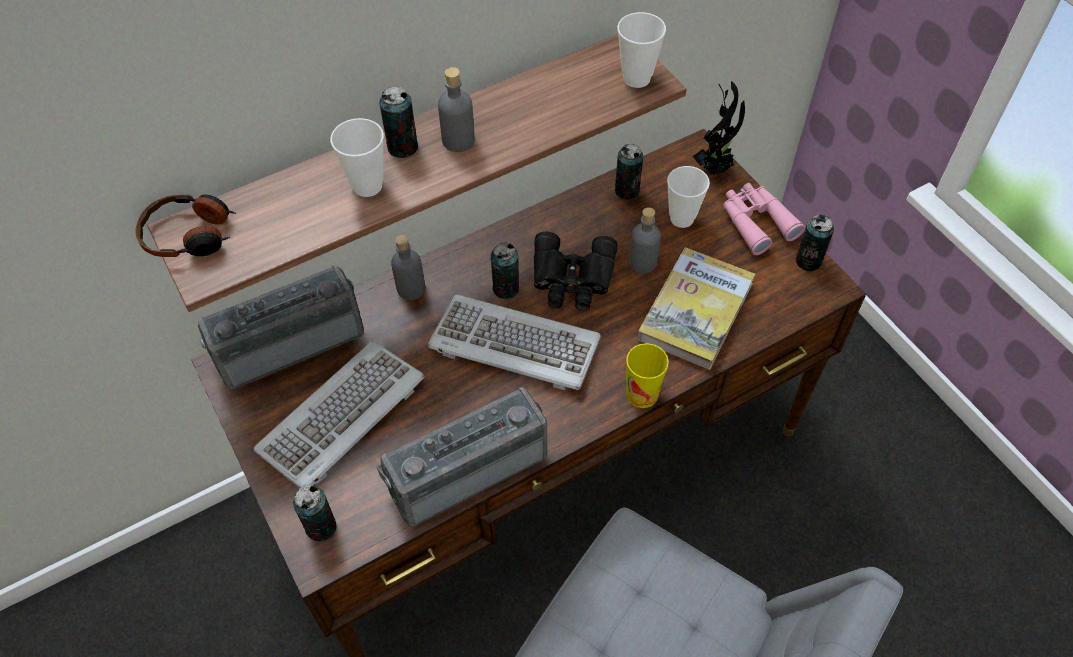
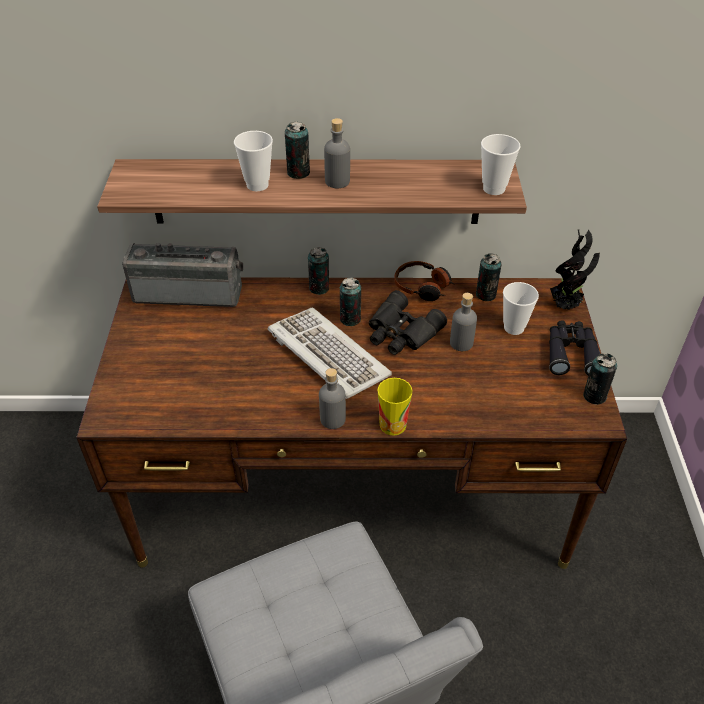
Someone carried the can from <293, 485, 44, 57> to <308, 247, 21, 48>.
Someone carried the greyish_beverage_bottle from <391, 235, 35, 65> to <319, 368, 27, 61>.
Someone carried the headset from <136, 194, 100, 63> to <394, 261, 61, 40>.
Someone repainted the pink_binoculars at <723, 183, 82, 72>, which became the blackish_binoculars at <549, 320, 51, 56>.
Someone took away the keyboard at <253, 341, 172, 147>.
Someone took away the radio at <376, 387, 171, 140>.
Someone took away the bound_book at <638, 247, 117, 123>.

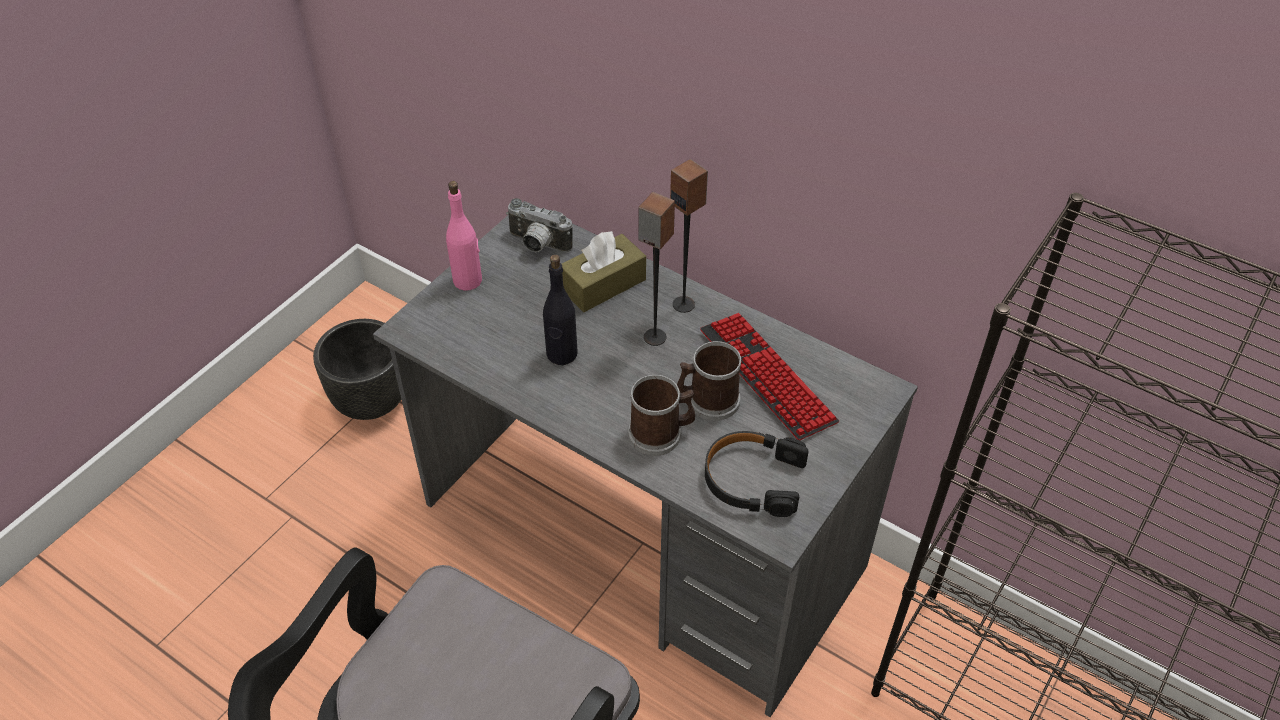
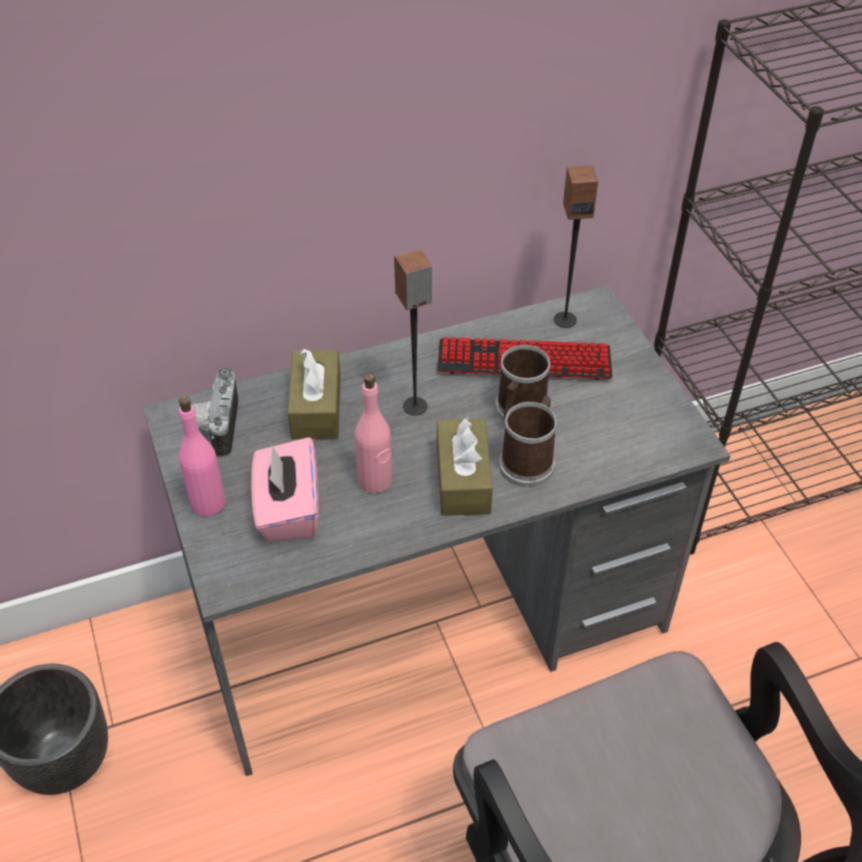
Someone rotated the photo_camera at <506, 198, 67, 55> by 120 degrees clockwise.
Someone put down the pink_box_of_tissues at <251, 437, 68, 104>.
Someone repainted the blackish_beverage_bottle at <543, 254, 35, 111>, which became the pink_beverage_bottle at <355, 373, 37, 120>.
Someone put down the brown_box_of_tissues at <437, 417, 56, 99>.
Someone carried the loudspeaker from <670, 159, 38, 154> to <554, 165, 44, 163>.
Someone took away the blackish_headset at <705, 431, 104, 86>.

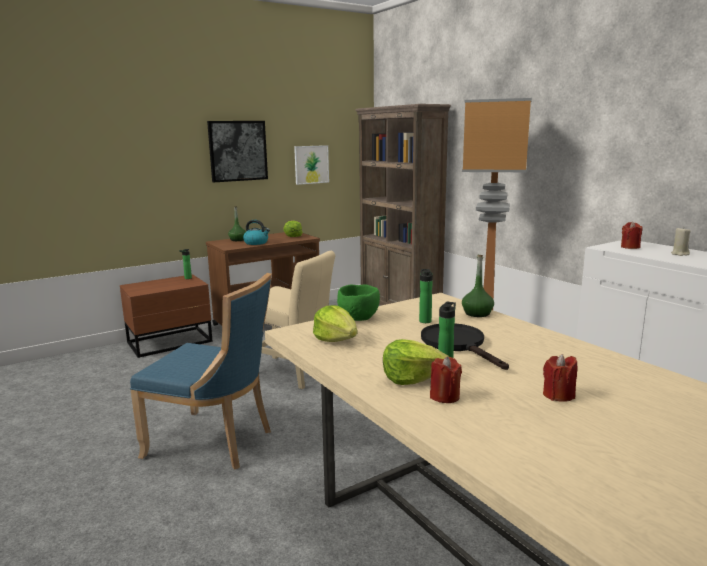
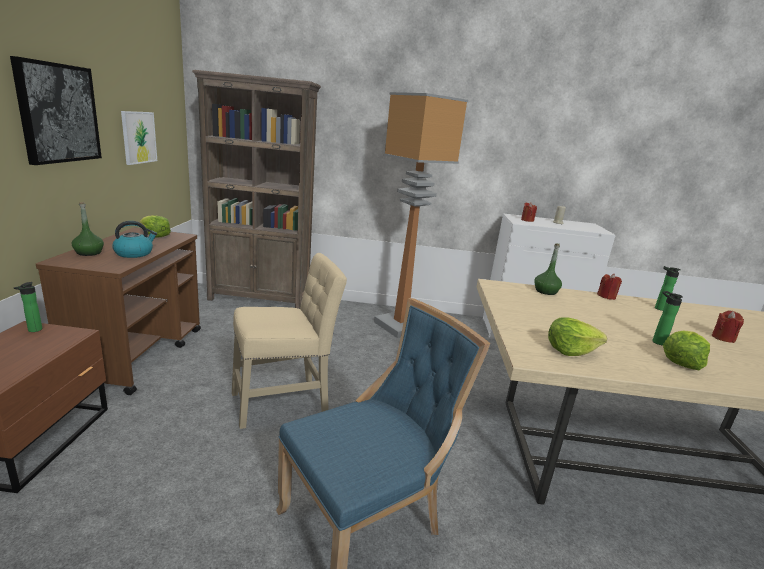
Someone carried the reddish_wax_light from <430, 357, 32, 46> to <597, 274, 25, 26>.
Someone carried the beverage_bottle from <419, 269, 14, 54> to <655, 266, 25, 45>.
Someone took away the greenish_serving_bowl at <337, 284, 43, 37>.
Someone took away the blackish_frying_pan at <421, 323, 88, 47>.

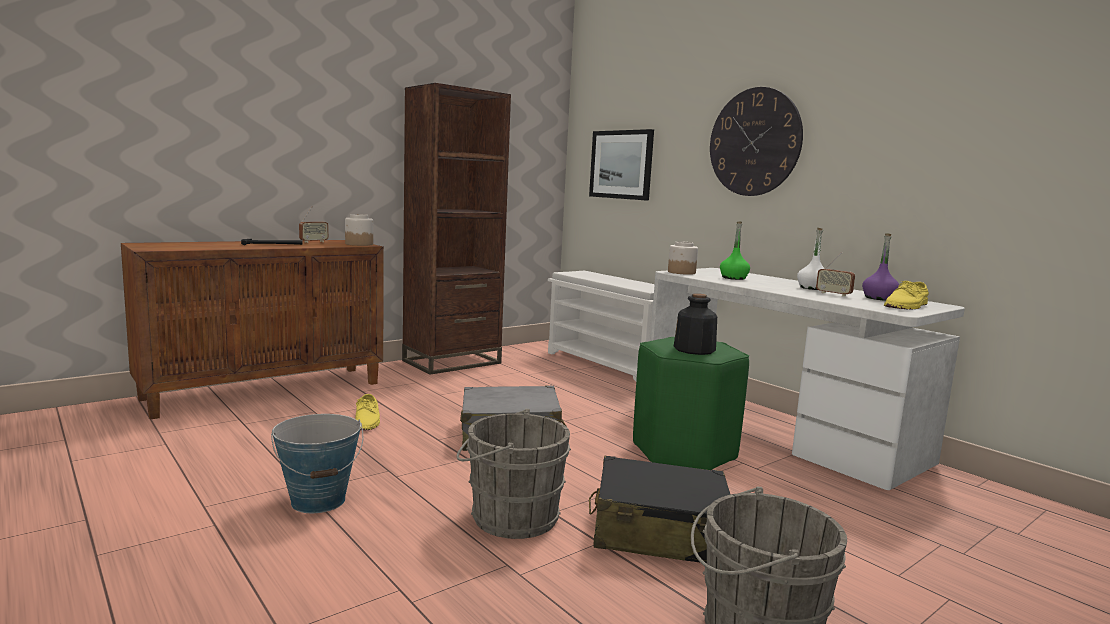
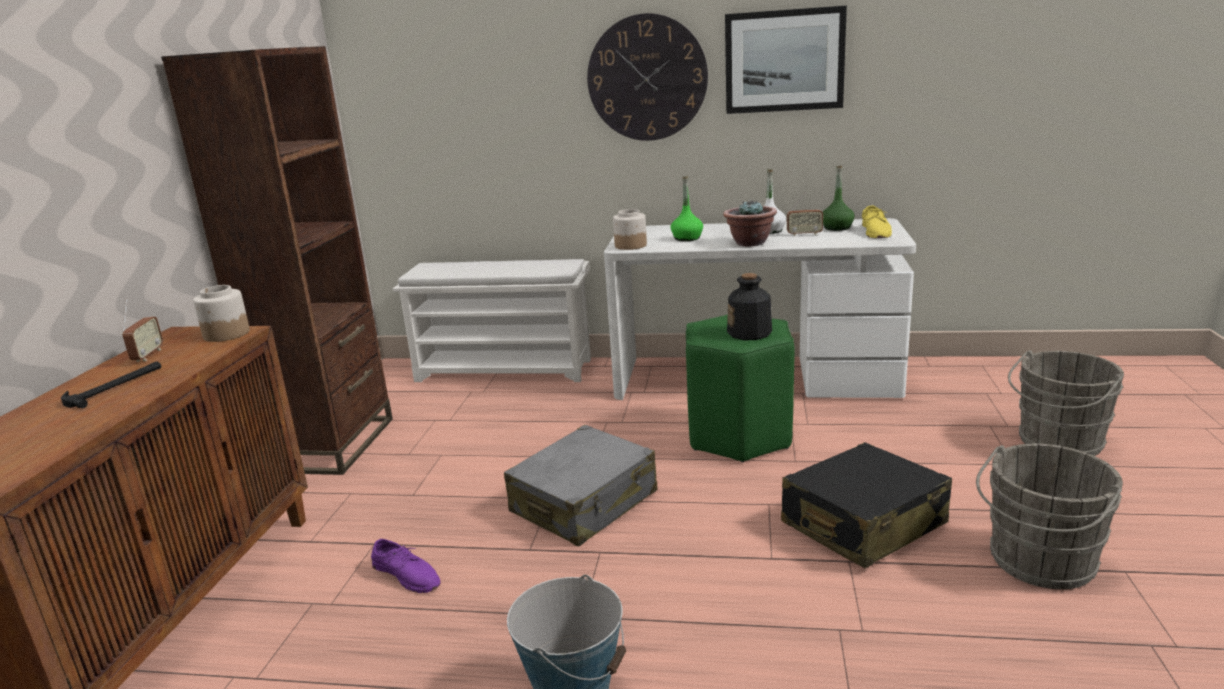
Someone repainted the yellowish_low_shoe at <355, 394, 25, 37>, which became the purple_low_shoe at <371, 539, 69, 54>.
Someone put down the potted_plant at <723, 199, 54, 47>.
Someone carried the wall_picture from <589, 129, 65, 72> to <725, 6, 122, 108>.
Someone repainted the purple_beverage_bottle at <862, 233, 37, 68>, which became the greenish_beverage_bottle at <823, 166, 32, 65>.
Someone carried the greyish_water_bucket from <457, 409, 114, 130> to <1008, 350, 116, 106>.

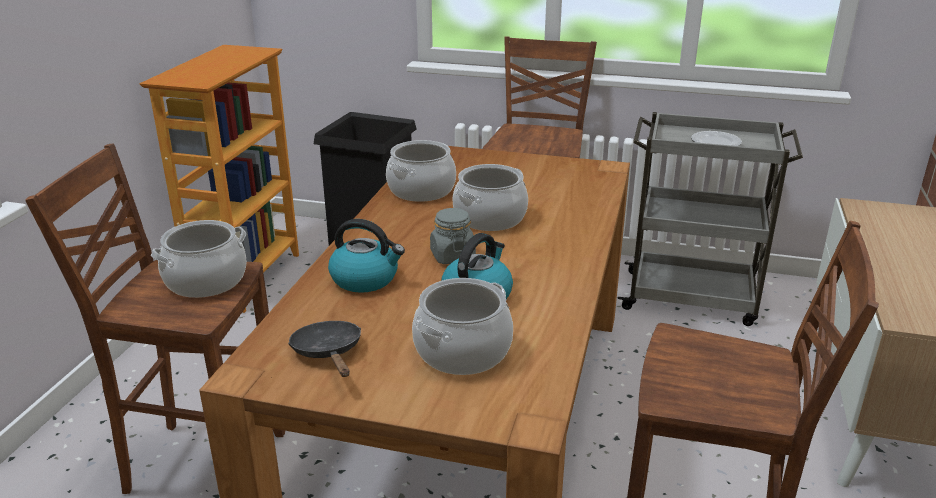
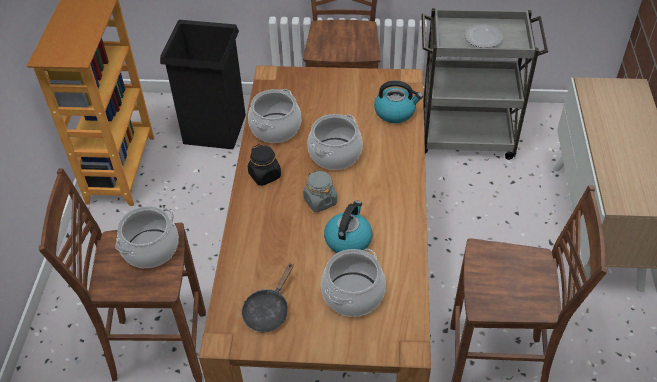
Someone rotated the blackish_frying_pan at <288, 321, 73, 56> by 120 degrees counterclockwise.
Someone put down the blackish_jar at <248, 144, 33, 42>.
Someone carried the tea_kettle from <328, 219, 77, 74> to <374, 81, 49, 42>.

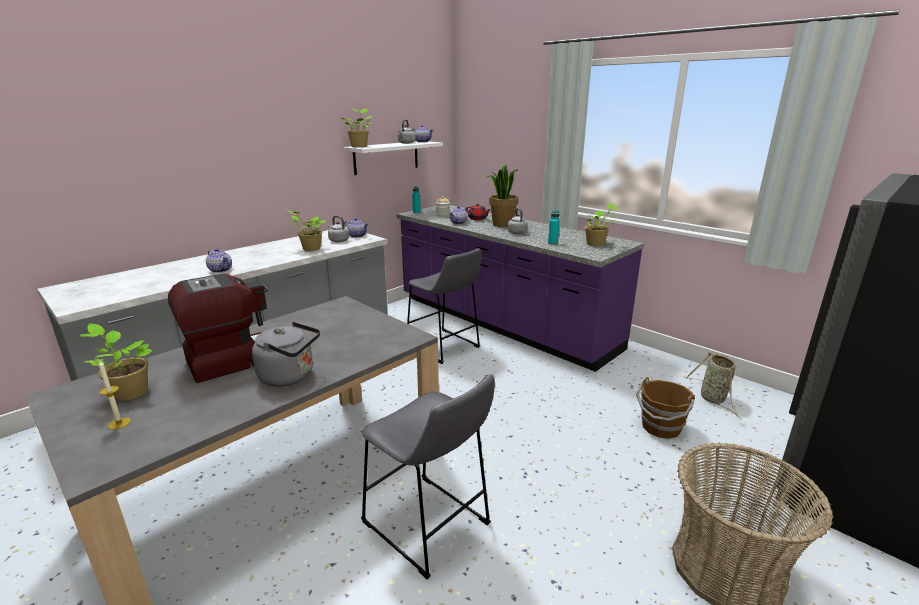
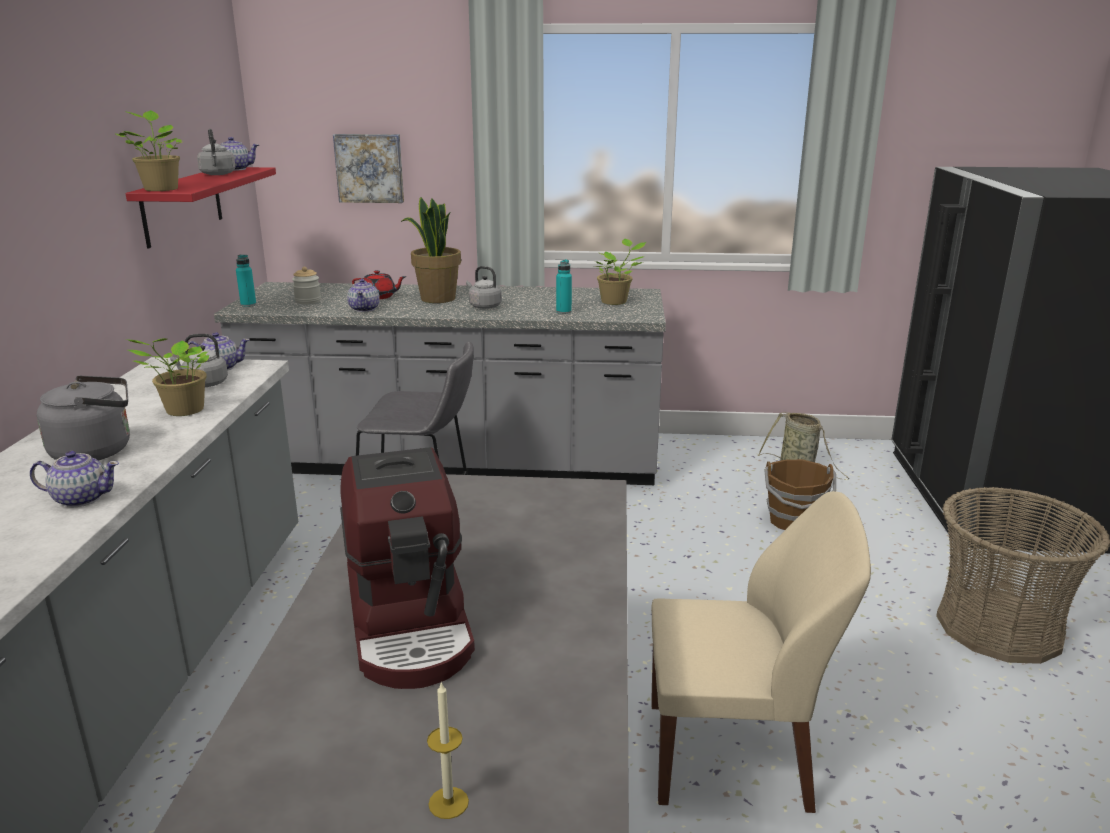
Someone carried the greyish_tea_kettle from <252, 322, 68, 65> to <37, 375, 93, 85>.
Someone repainted the white_bracket_shelf at <343, 141, 100, 34>, which became the reddish_bracket_shelf at <126, 167, 150, 81>.
Someone repainted the purple_kitchen_counter at <397, 205, 247, 167>, which became the greyish_kitchen_counter at <214, 282, 452, 203>.
Someone put up the wall_picture at <333, 134, 71, 69>.
Someone rotated the coffee_brewer at <168, 273, 100, 110> by 150 degrees clockwise.
Someone swapped the greyish_sitting_stool at <361, 374, 134, 205> for the sand-coloured_upright_chair at <651, 491, 220, 322>.
Someone took away the potted_plant at <80, 323, 72, 78>.

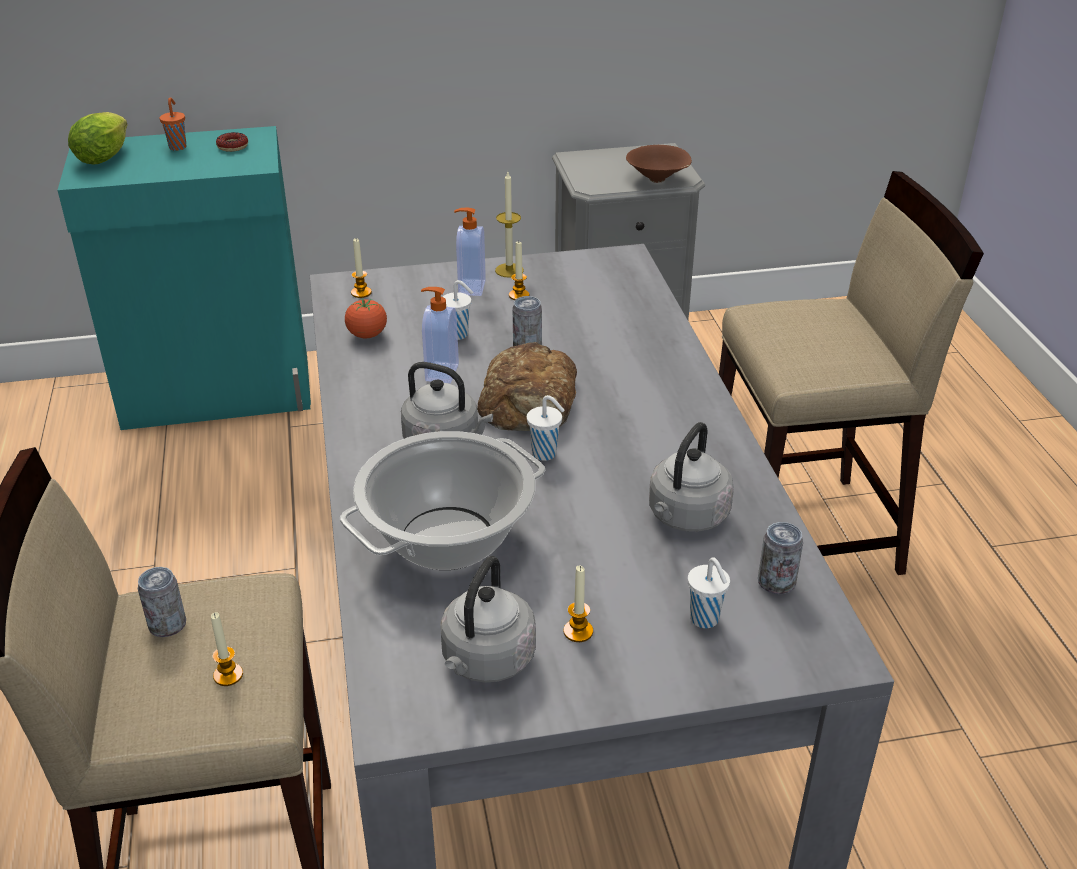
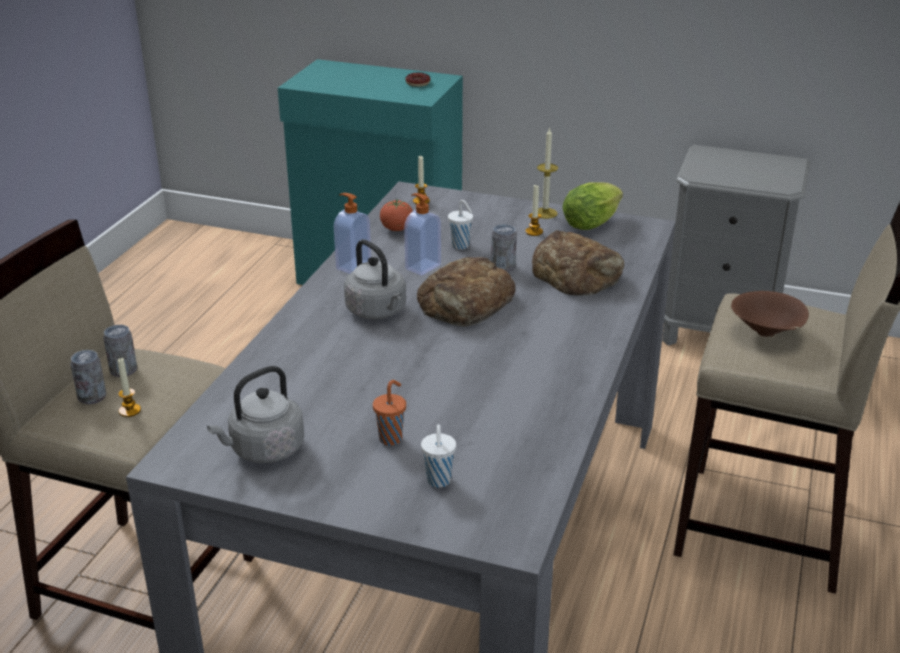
Someone carried the can from <758, 522, 45, 72> to <70, 350, 36, 54>.
Someone carried the soap_dispenser from <454, 208, 32, 88> to <334, 193, 37, 81>.
Someone carried the orangey_cup from <160, 97, 26, 54> to <373, 380, 33, 65>.
Someone put down the bread at <532, 230, 92, 66>.
Someone carried the lettuce from <68, 112, 60, 53> to <562, 182, 61, 48>.
Someone carried the brown_serving_bowl from <626, 145, 66, 38> to <731, 291, 78, 46>.
Someone took away the stockpot at <340, 431, 205, 139>.
Someone took away the white_cup at <527, 395, 38, 66>.
Someone took away the wax_light at <564, 566, 29, 76>.
Someone took away the greyish_tea_kettle at <649, 422, 85, 110>.

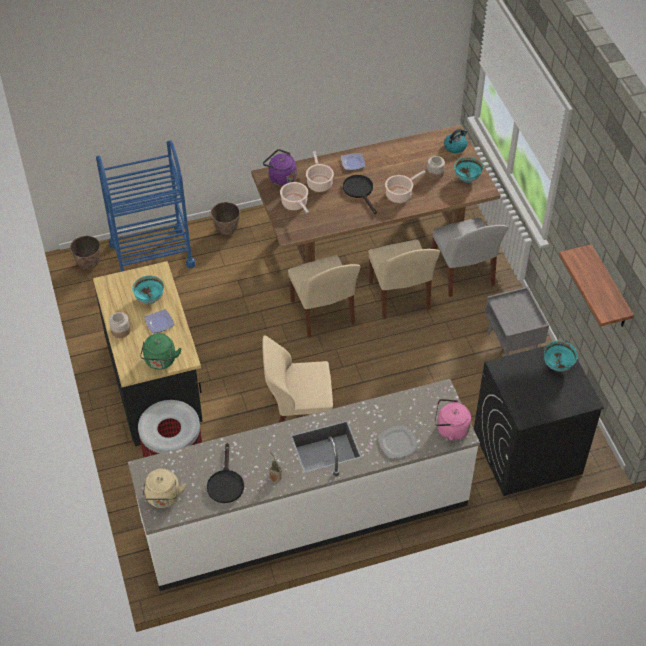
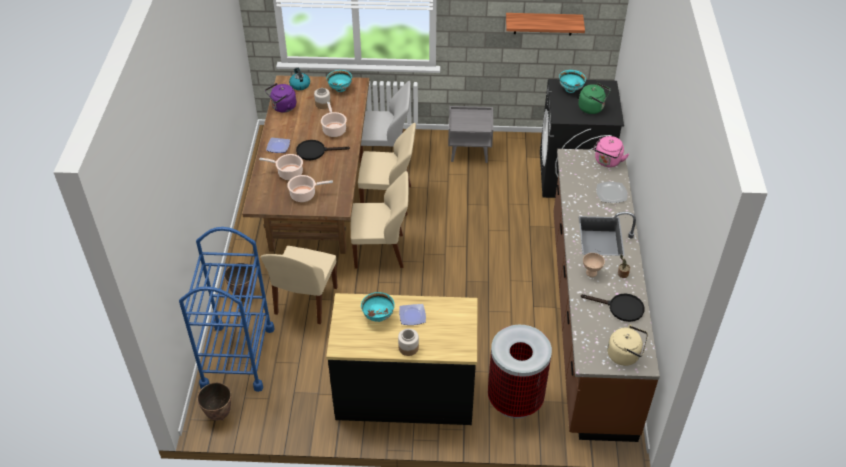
Someone carried the sand-coloured_upright_chair from <262, 335, 71, 88> to <261, 246, 77, 78>.
Someone carried the purple_tea_kettle from <263, 149, 34, 37> to <265, 83, 31, 30>.
Someone repainted the white_kitchen_counter at <128, 379, 352, 212>, which became the brown_kitchen_counter at <553, 149, 107, 293>.
Someone carried the greenish_tea_kettle from <140, 333, 41, 37> to <578, 83, 33, 31>.
Someone put down the sand-coloured_serving_bowl at <583, 253, 22, 24>.

